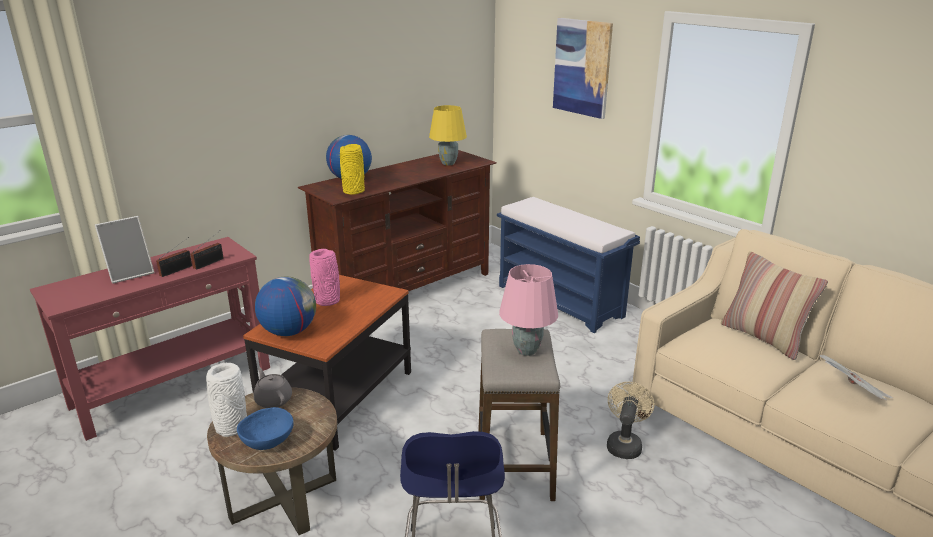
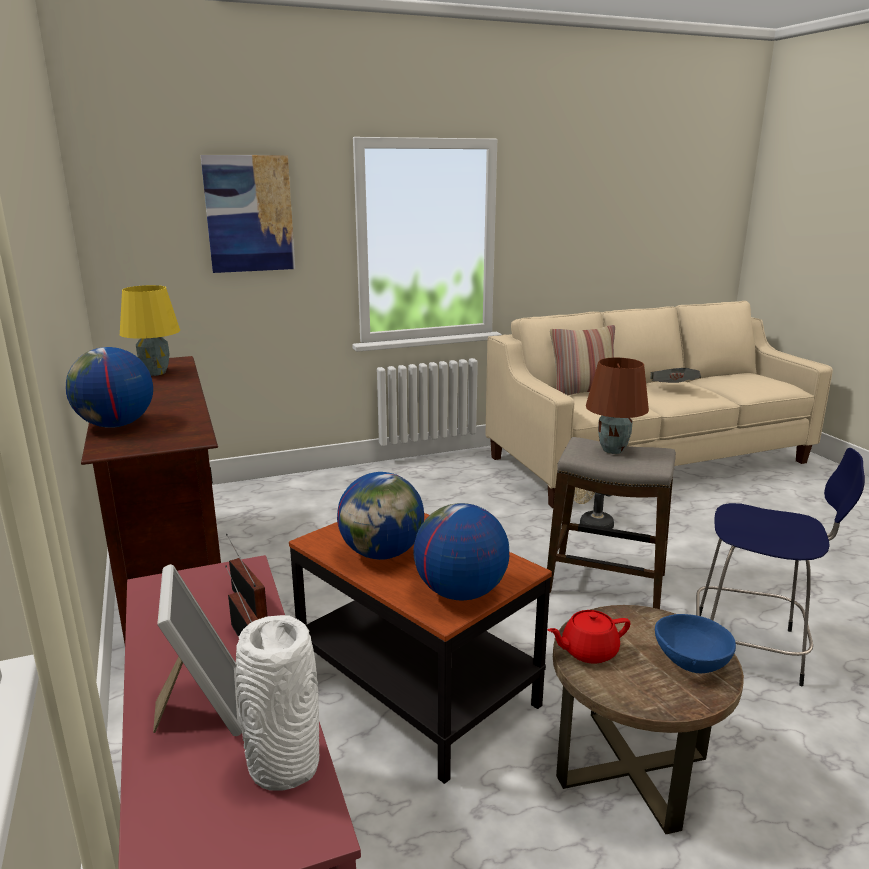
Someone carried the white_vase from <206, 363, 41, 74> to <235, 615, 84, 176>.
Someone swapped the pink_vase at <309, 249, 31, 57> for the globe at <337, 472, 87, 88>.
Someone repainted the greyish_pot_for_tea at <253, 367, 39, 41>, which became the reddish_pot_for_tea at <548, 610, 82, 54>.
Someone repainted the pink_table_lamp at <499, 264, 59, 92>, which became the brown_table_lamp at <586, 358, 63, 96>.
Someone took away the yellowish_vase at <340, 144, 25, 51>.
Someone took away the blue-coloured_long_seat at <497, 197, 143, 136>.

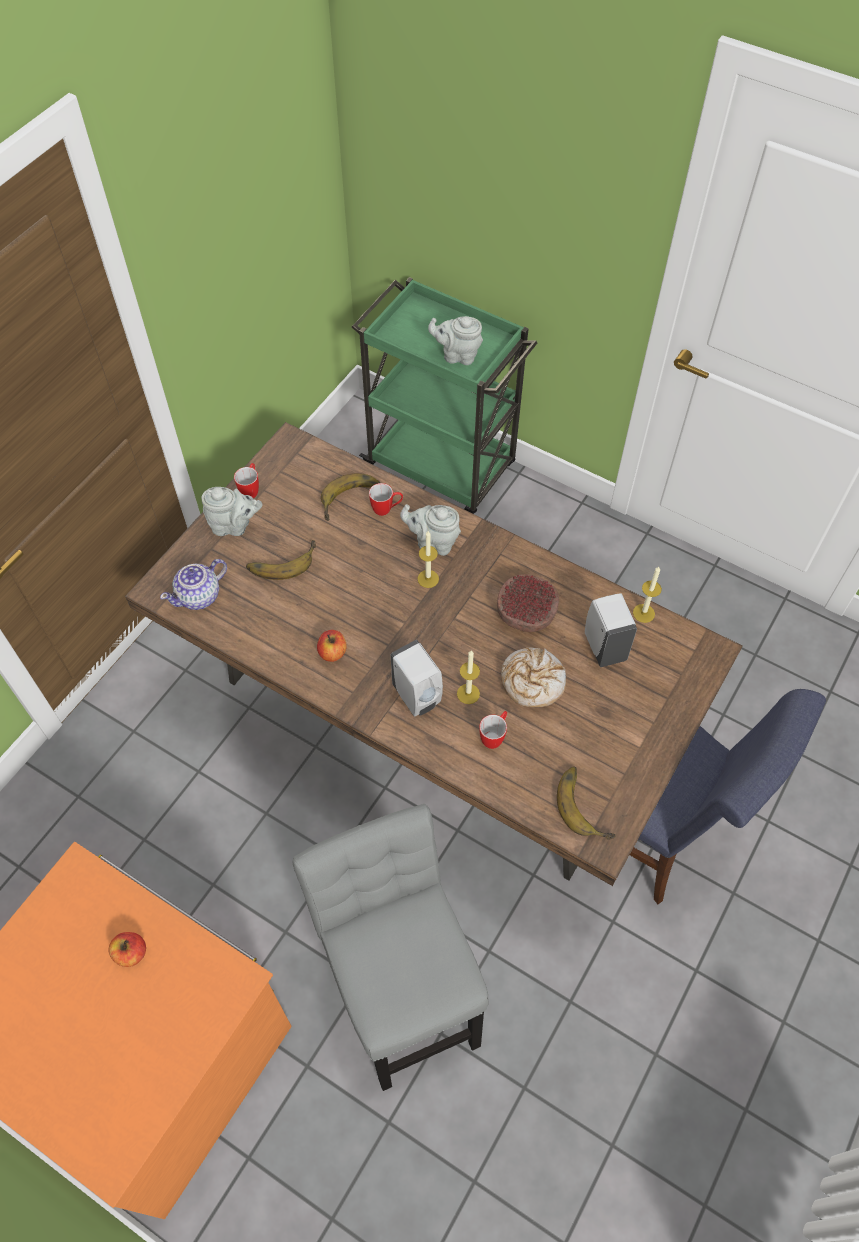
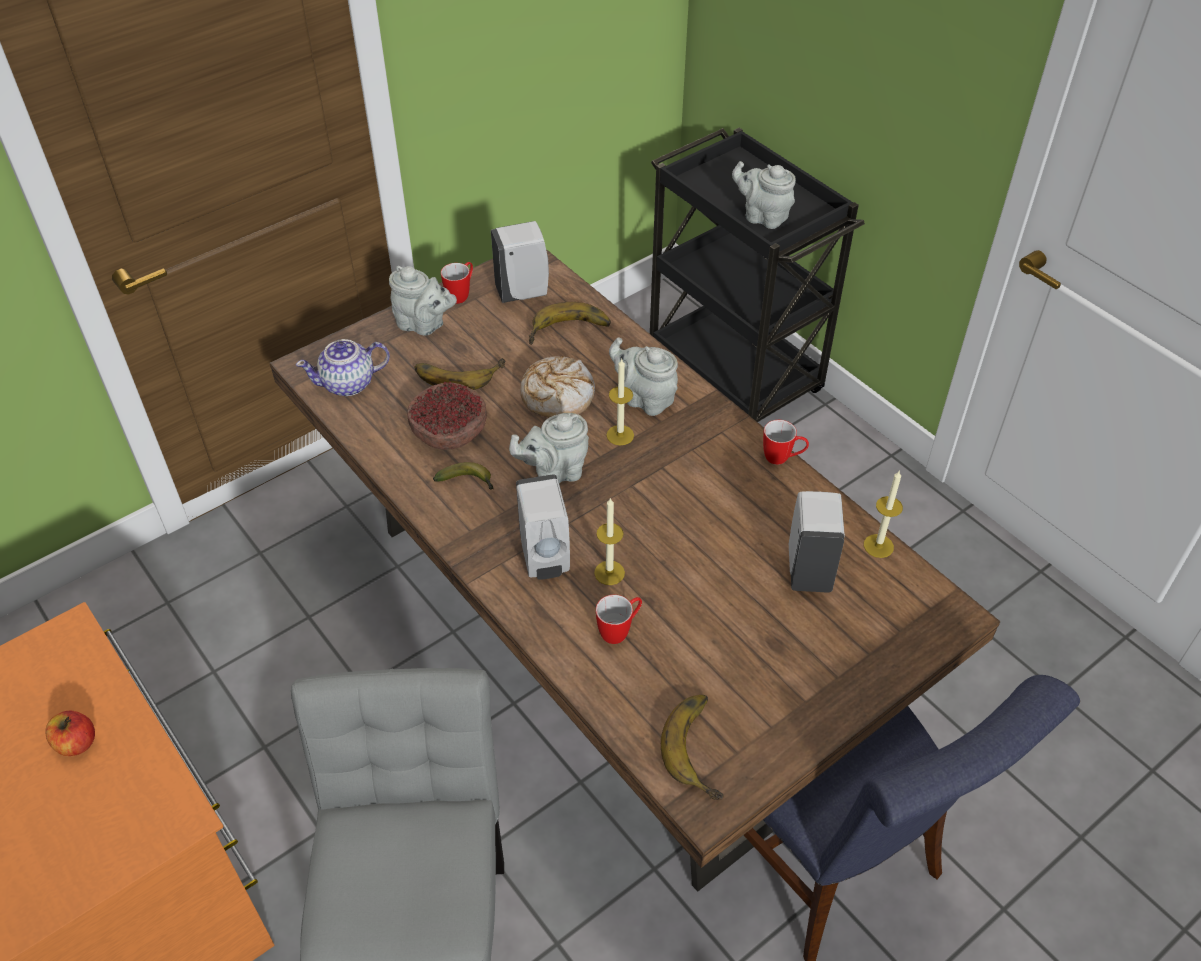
Someone carried the serving_bowl from <497, 574, 62, 58> to <407, 382, 80, 68>.
Someone swapped the apple at <317, 630, 30, 32> for the banana_fruit at <433, 462, 60, 28>.
Someone put down the white_soap_dispenser at <491, 221, 58, 82>.
Someone put down the greyish_pot_for_tea at <509, 413, 80, 70>.
Someone carried the bread from <501, 647, 65, 60> to <520, 356, 75, 62>.
Someone repainted the greenish_wheeled_cart at <352, 277, 185, 237>, which became the blackish_wheeled_cart at <650, 128, 215, 294>.
Someone carried the coffee_mug from <369, 483, 34, 33> to <763, 420, 46, 45>.

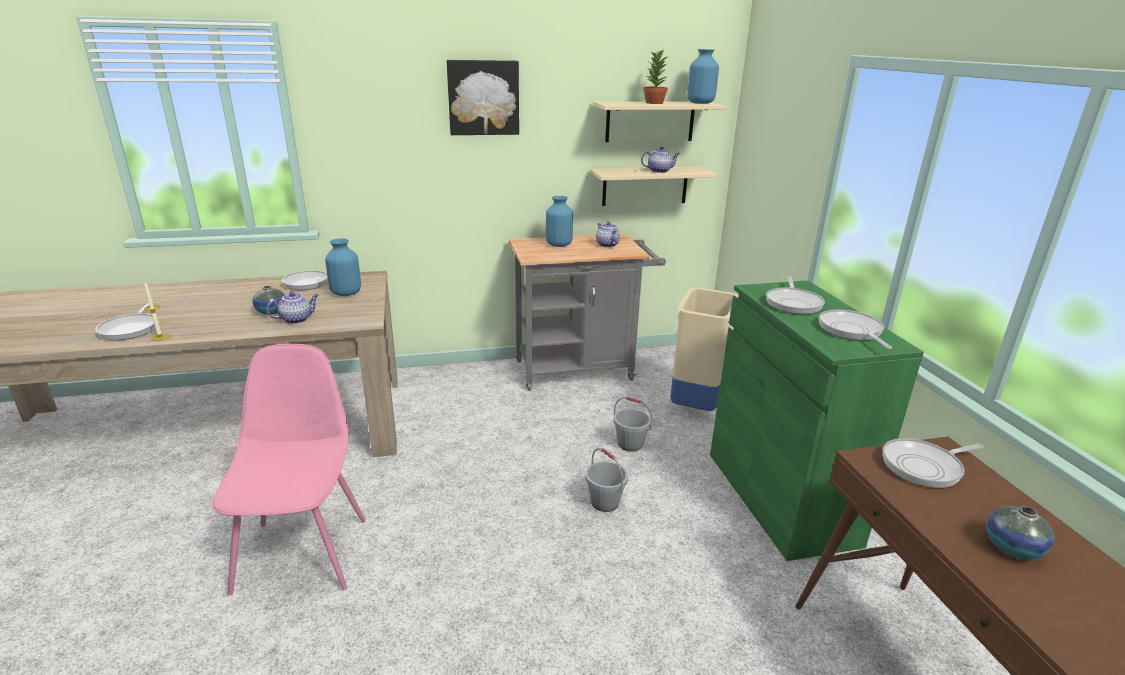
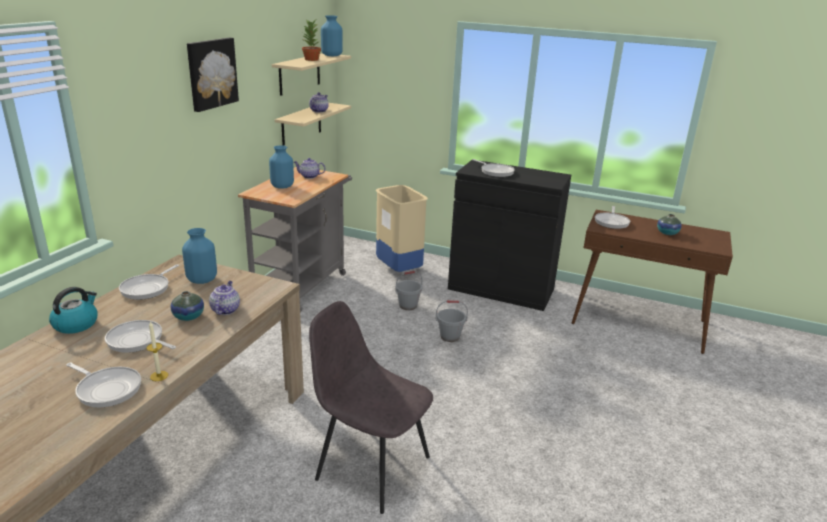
Someone put down the tea_kettle at <49, 287, 49, 47>.
Someone carried the frying_pan from <819, 309, 73, 40> to <105, 320, 71, 33>.
Someone repainted the pink_upright_chair at <212, 344, 154, 252>, which became the greyish_upright_chair at <309, 301, 124, 213>.
Someone repainted the greenish_cabinet at <710, 280, 214, 281>, which became the blackish_cabinet at <448, 160, 123, 151>.

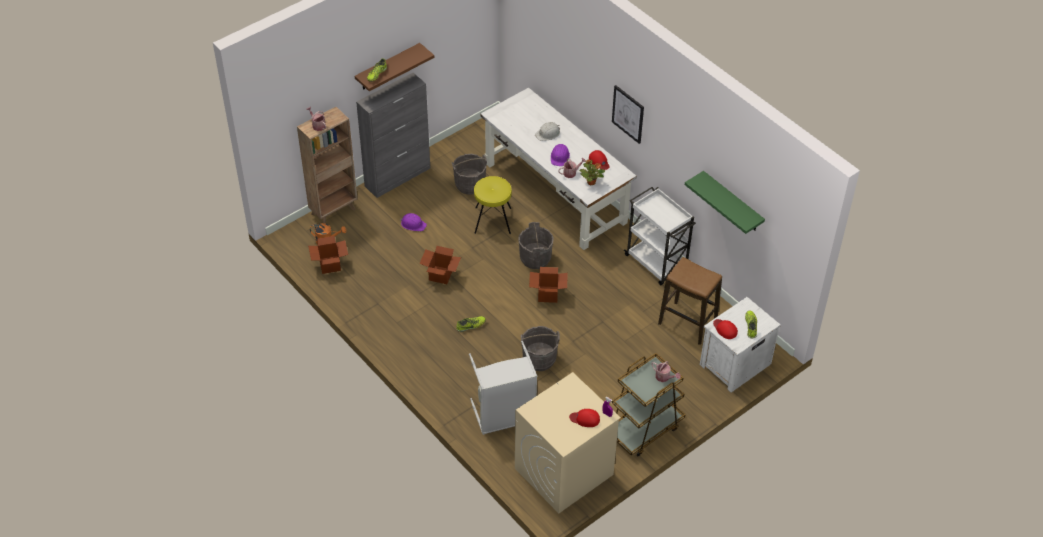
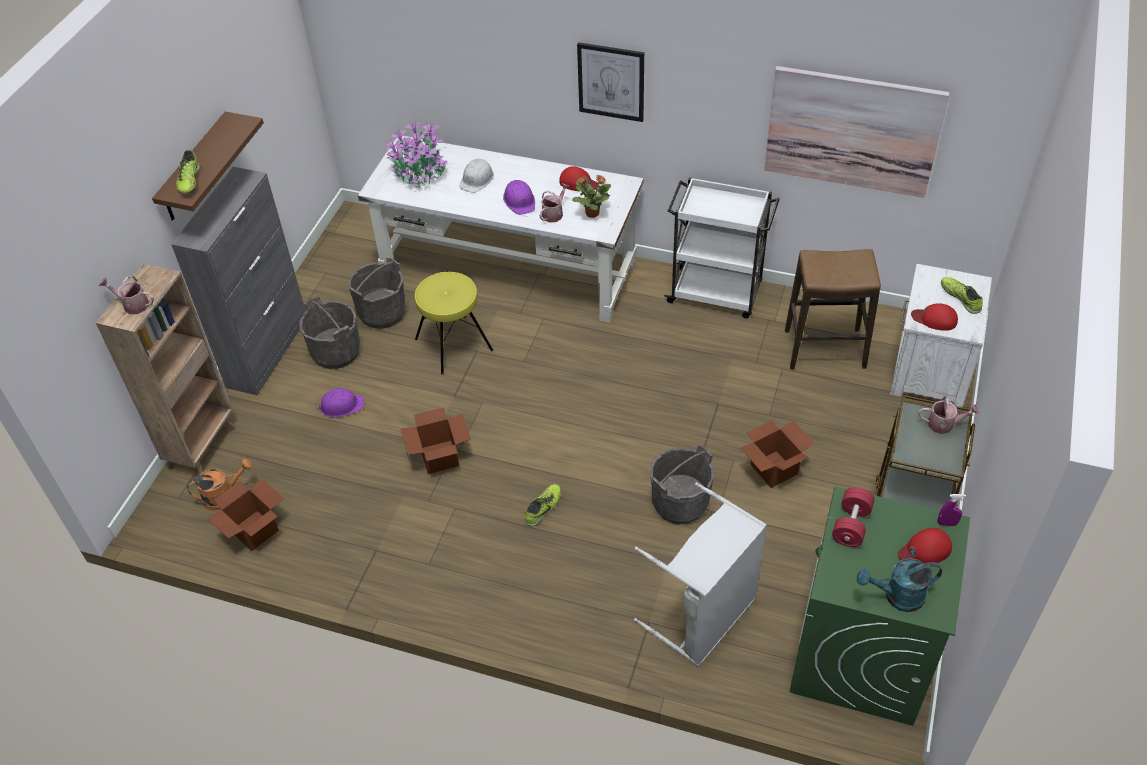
Someone carried the greyish_water_bucket from <518, 222, 36, 47> to <299, 296, 61, 73>.
Someone put down the potted_plant at <384, 119, 63, 69>.
Someone carried the packing_box from <529, 267, 39, 36> to <741, 420, 74, 68>.
Someone swapped the greenish_bracket_shelf at <685, 171, 80, 63> for the wall_picture at <764, 66, 186, 132>.
Someone repainted the sand-coloured_laundry_appliance at <515, 372, 106, 141>, which became the greenish_laundry_appliance at <789, 487, 181, 239>.
Someone put down the reddish_hand_weight at <832, 487, 43, 60>.
Someone put down the turquoise_watering_can at <857, 558, 85, 54>.

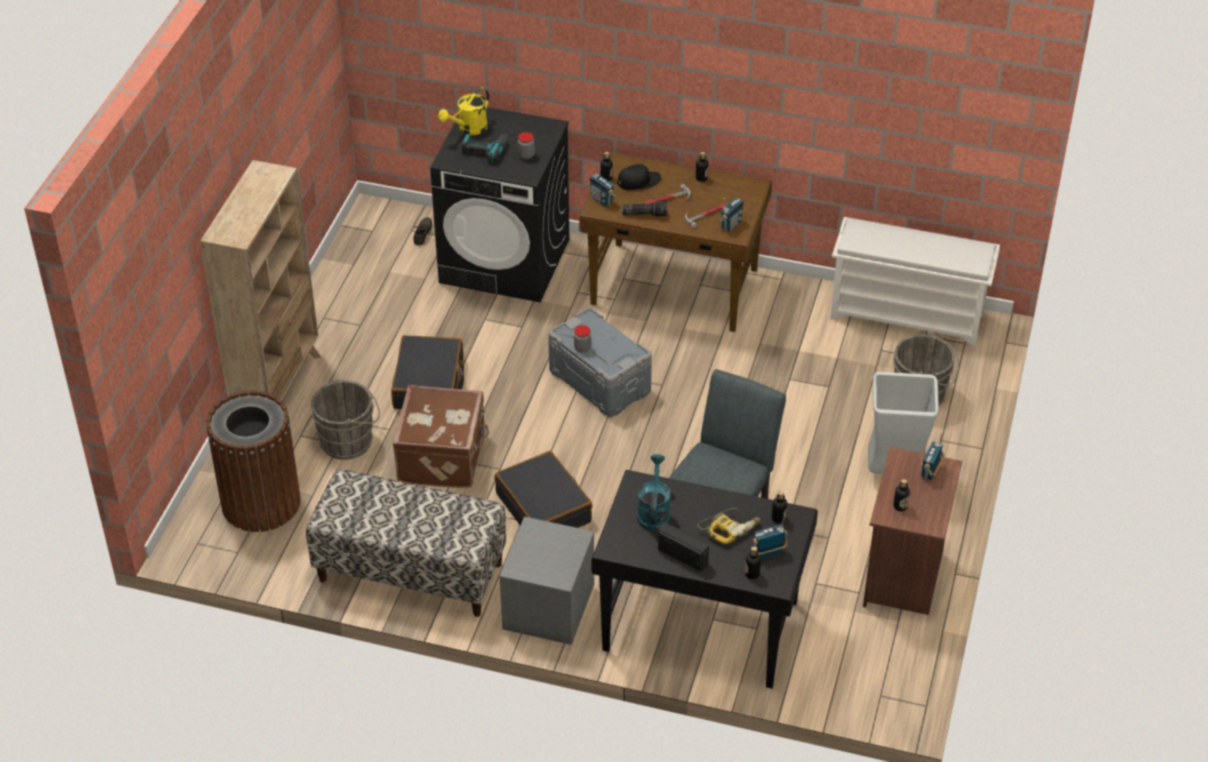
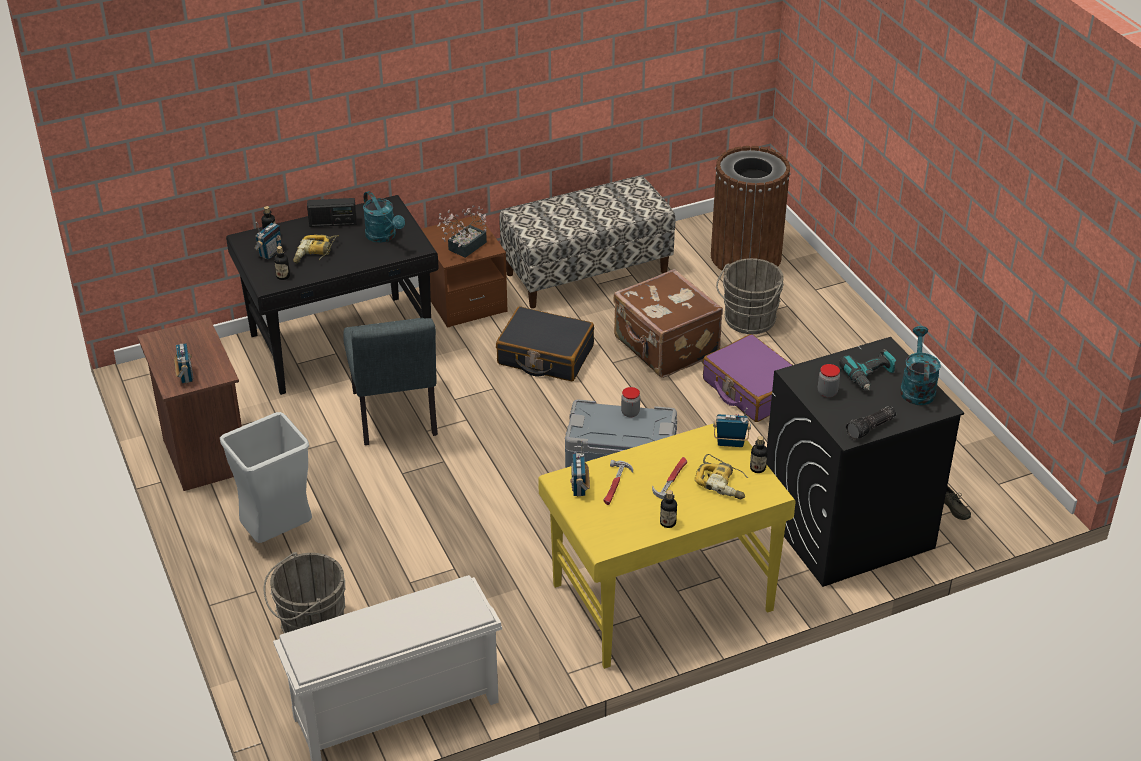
Someone repainted the greyish_night_table at <499, 517, 95, 128>, which became the brown_night_table at <421, 215, 87, 113>.
Someone put down the potted_plant at <438, 205, 49, 53>.
Someone repainted the brown_desk at <579, 152, 193, 180>, which became the yellowish_desk at <538, 424, 258, 245>.
Someone swapped the blackish_baseball_cap at <617, 164, 44, 26> for the power_drill at <695, 454, 53, 45>.
Someone repainted the blackish_piece_of_luggage at <391, 335, 73, 74>, which became the purple_piece_of_luggage at <703, 334, 89, 88>.
Someone carried the torch from <622, 201, 45, 16> to <846, 406, 50, 34>.
Someone repainted the yellowish_watering_can at <438, 88, 51, 47>, which became the turquoise_watering_can at <900, 326, 41, 79>.
Someone took away the sand-coloured_bookcase at <200, 160, 121, 241>.
Someone took away the beverage_bottle at <893, 479, 17, 32>.

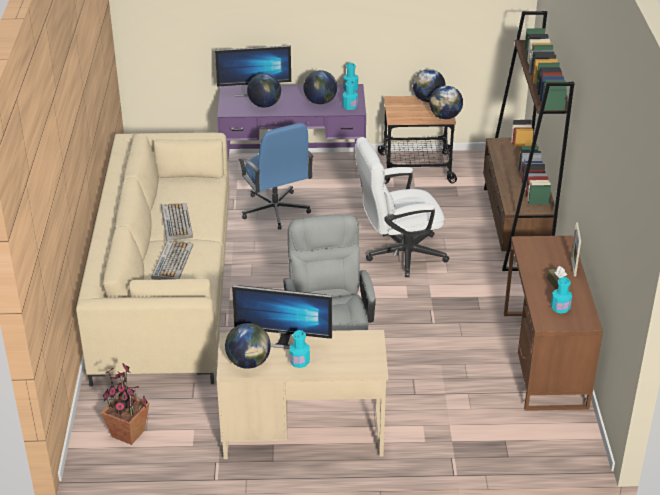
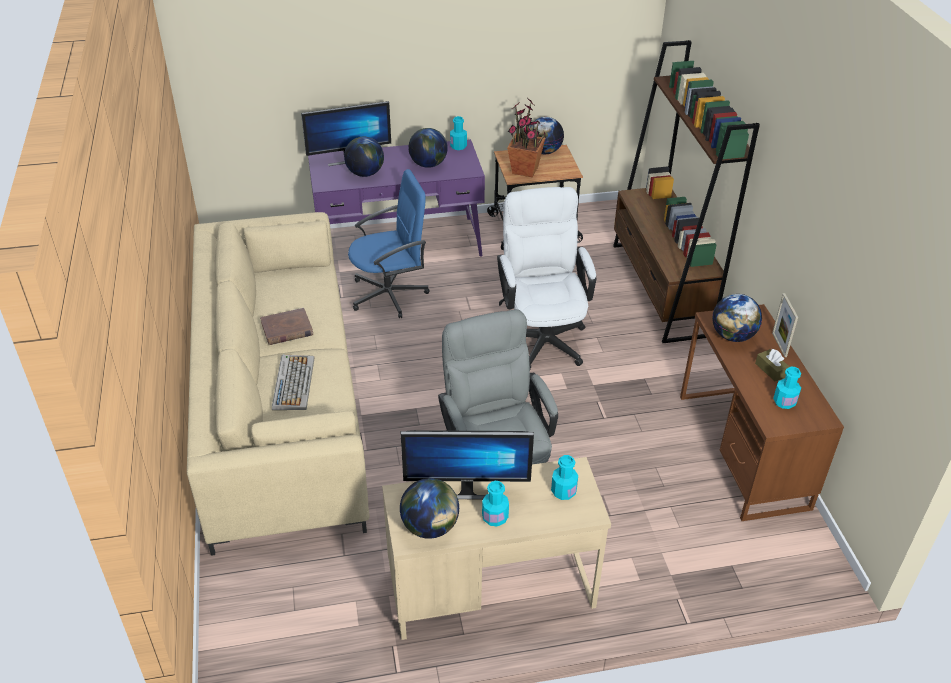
Someone swapped the keyboard at <161, 203, 32, 38> for the brown_bound_book at <260, 308, 53, 37>.
Someone rotated the blue-coloured_desk_chair at <238, 123, 76, 107> by 75 degrees counterclockwise.
Someone rotated the white_desk_chair at <355, 137, 94, 140> by 105 degrees clockwise.
Someone carried the potted_plant from <101, 363, 48, 82> to <507, 99, 40, 78>.
Someone carried the turquoise_beverage_bottle from <342, 80, 16, 30> to <551, 455, 27, 45>.
Someone carried the globe from <429, 86, 34, 33> to <712, 294, 50, 48>.

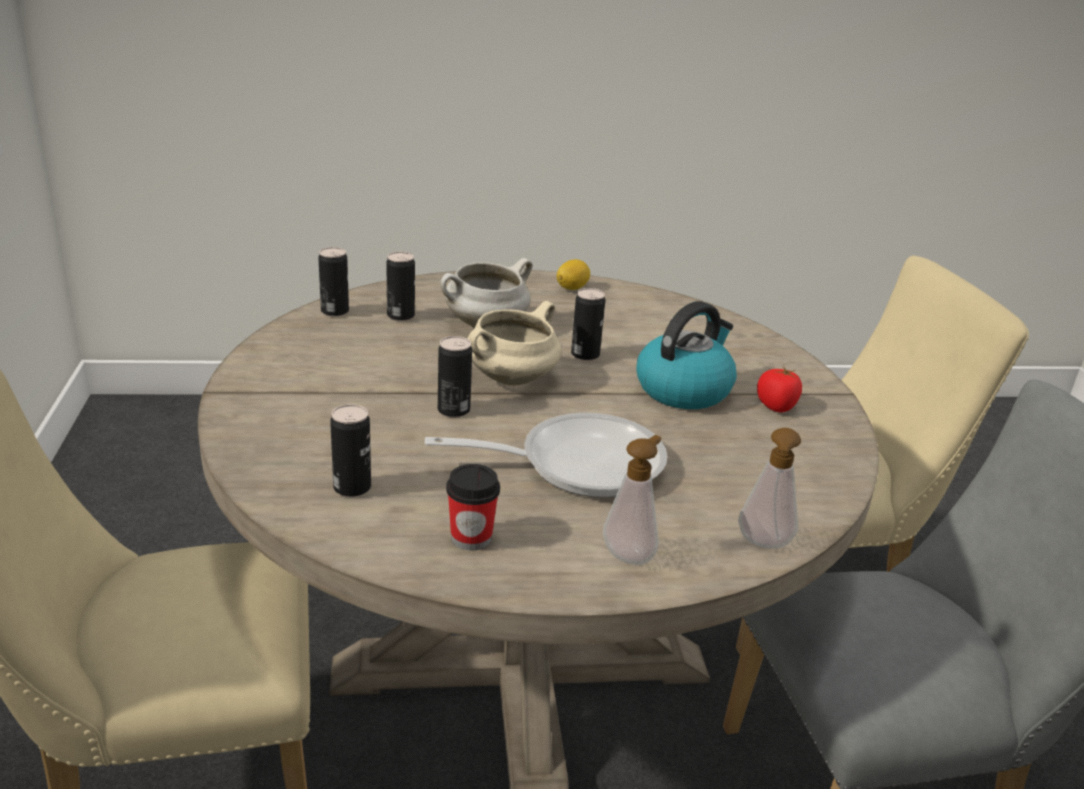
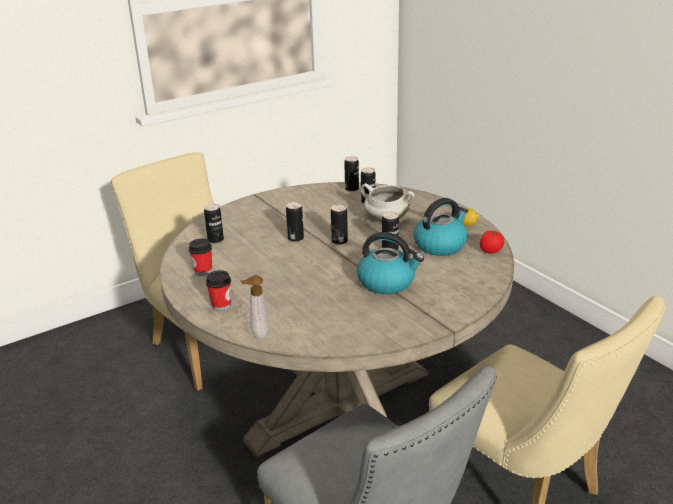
Someone swapped the soap_dispenser at <603, 435, 58, 130> for the cup at <206, 270, 25, 41>.
Someone swapped the sand-coloured_stockpot at <467, 301, 95, 85> for the can at <331, 204, 17, 41>.
Someone put down the tea_kettle at <413, 198, 55, 58>.
Someone carried the fresh_tomato from <757, 367, 45, 46> to <480, 231, 24, 22>.
Someone took away the frying_pan at <425, 413, 242, 85>.

